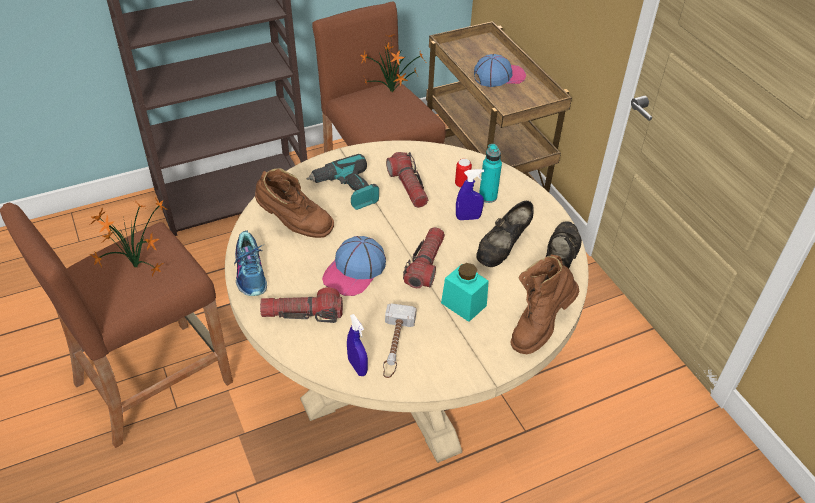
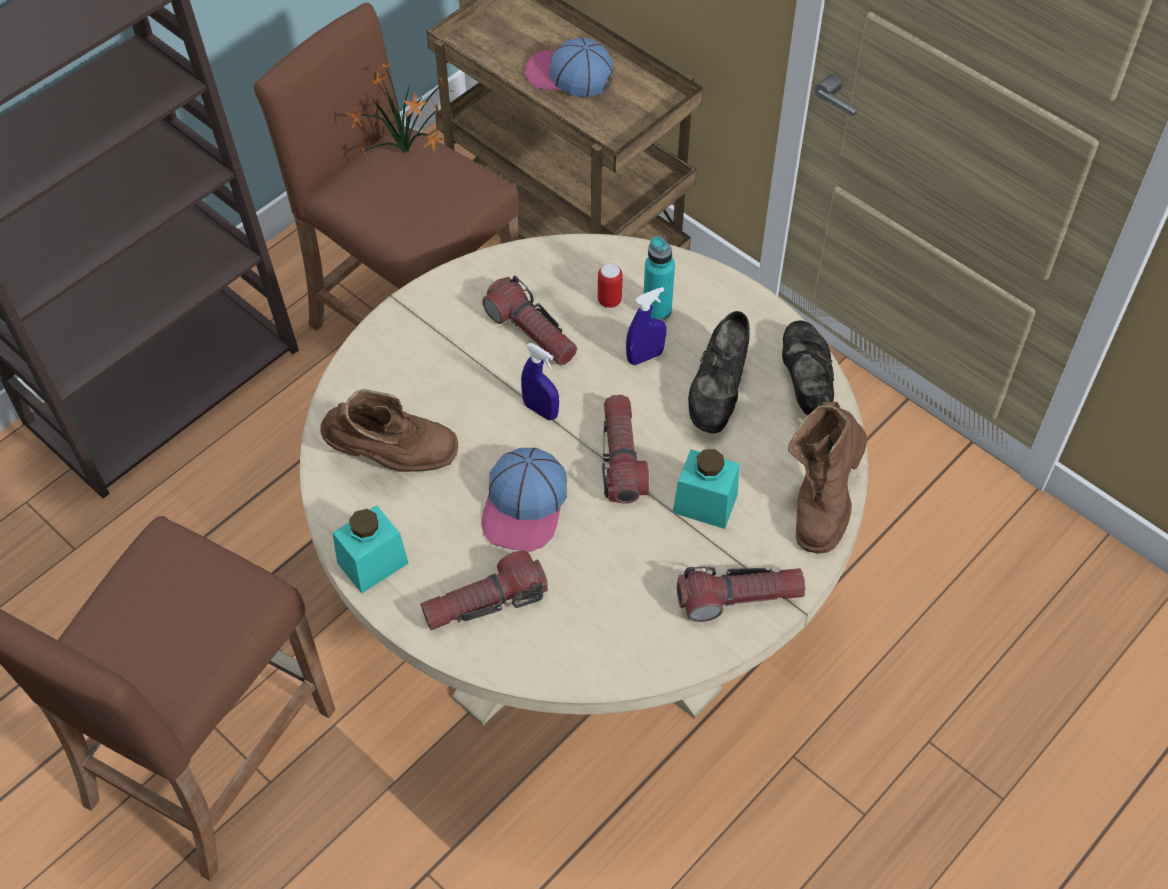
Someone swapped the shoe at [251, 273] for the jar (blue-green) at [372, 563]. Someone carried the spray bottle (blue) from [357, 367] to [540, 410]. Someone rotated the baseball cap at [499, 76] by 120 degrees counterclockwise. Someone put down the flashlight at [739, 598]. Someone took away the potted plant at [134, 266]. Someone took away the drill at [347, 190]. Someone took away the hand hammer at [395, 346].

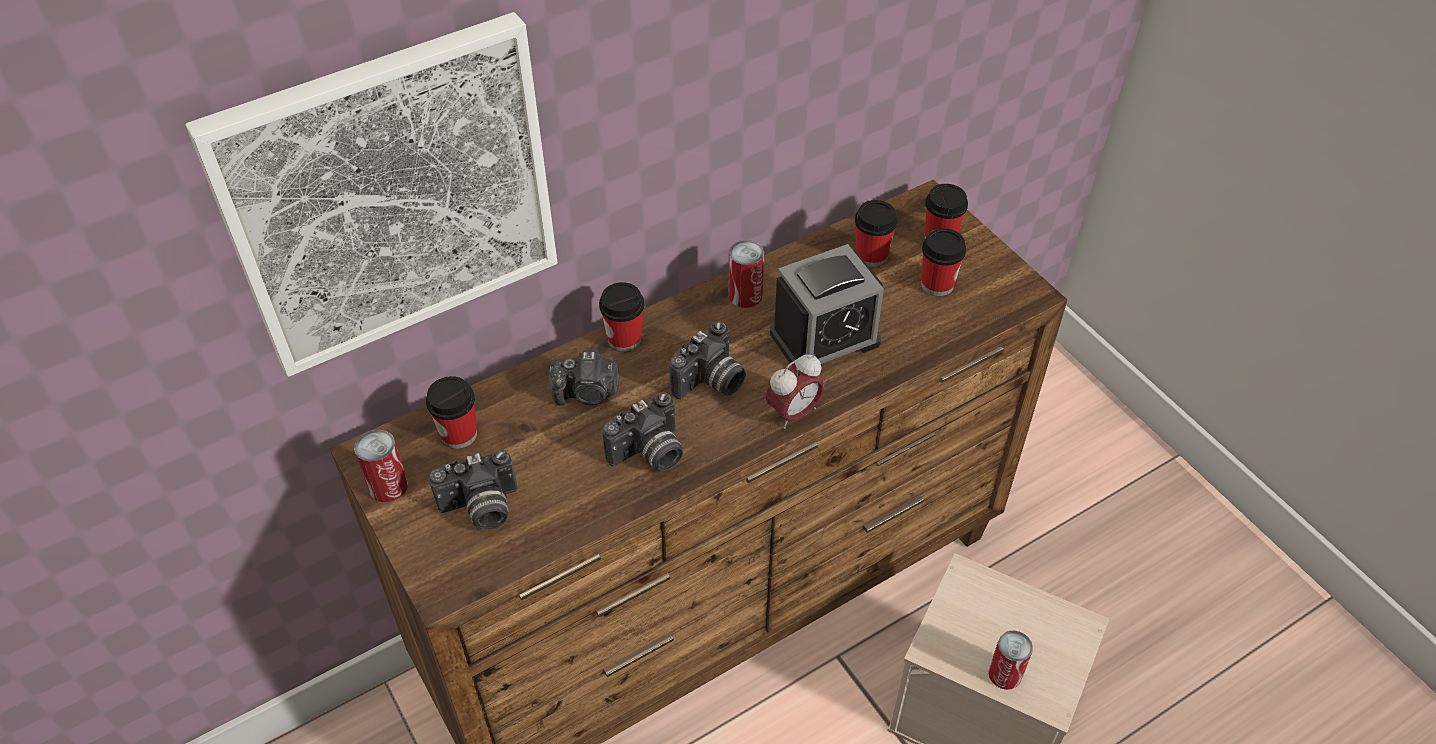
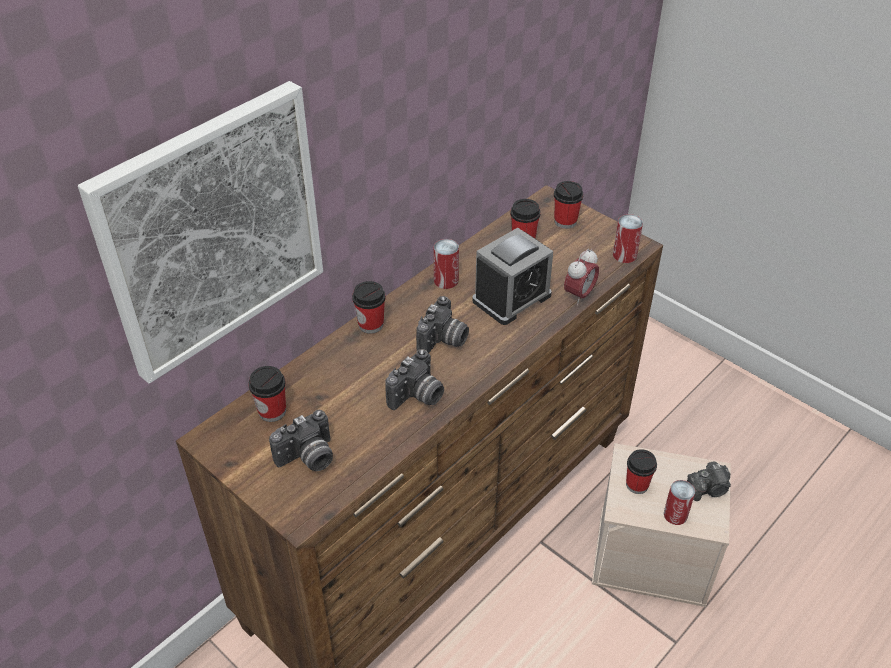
Someone carried the bedside clock from [793, 413] to [579, 295]. Someone carried the sealed can from [388, 486] to [624, 255]. Someone carried the cup from [937, 284] to [637, 485]. Someone carried the photo camera from [587, 393] to [708, 489].

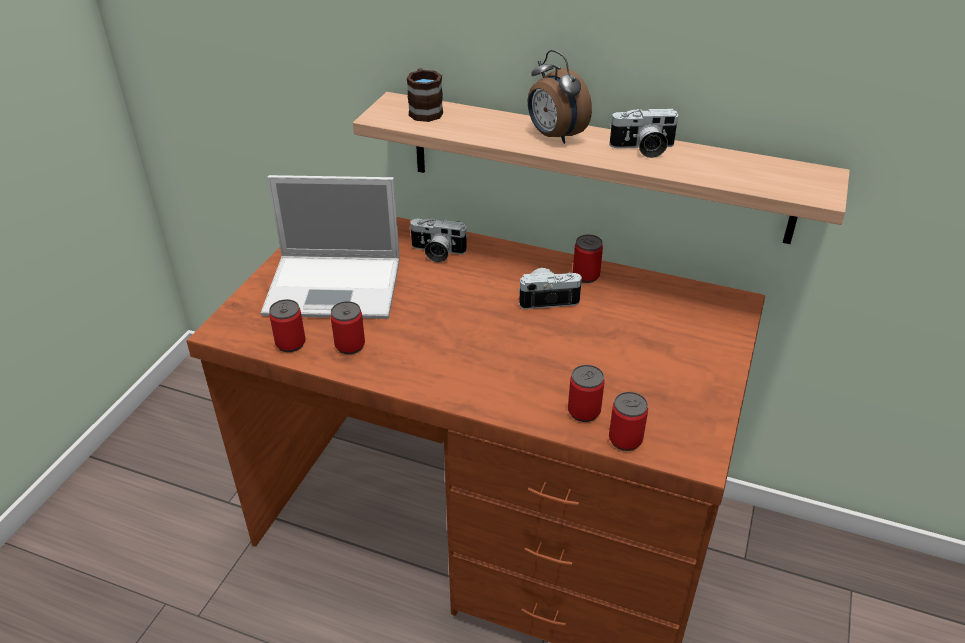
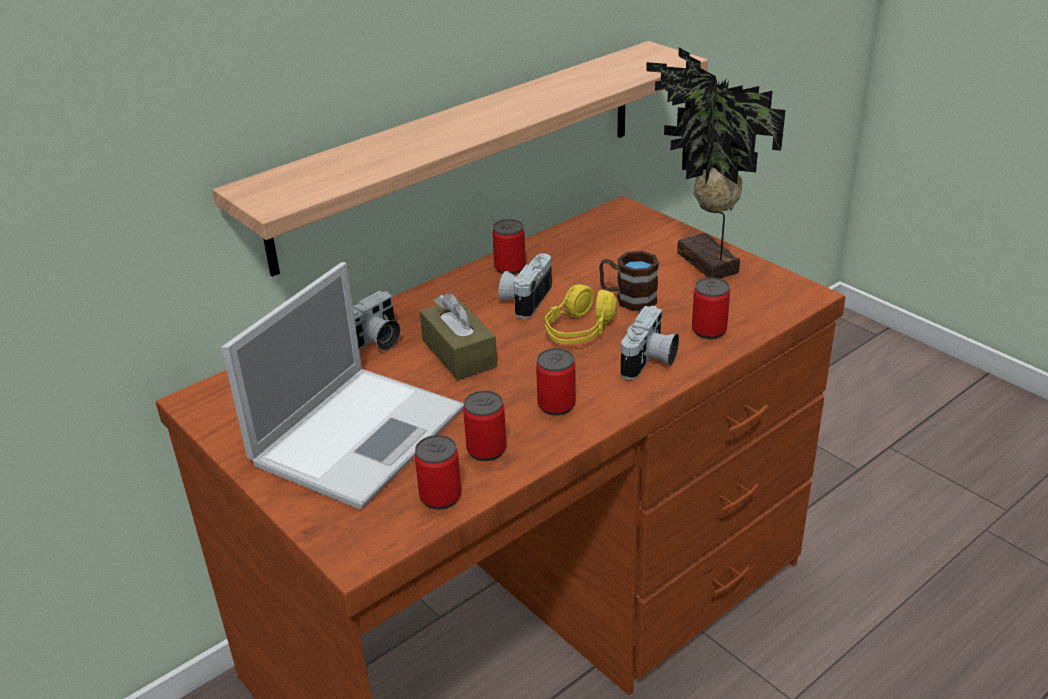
Someone put down the tissue box (brownish) at [459, 353]. Someone carried the sealed can from [625, 439] to [556, 405]. Someone put down the headset (yellow) at [579, 331]. Someone carried the coffee mug (brownish) from [424, 110] to [628, 299]. Someone carried the photo camera from [643, 149] to [650, 361]. Someone put down the potted plant at [704, 265]. Someone took away the bedside clock at [554, 136].

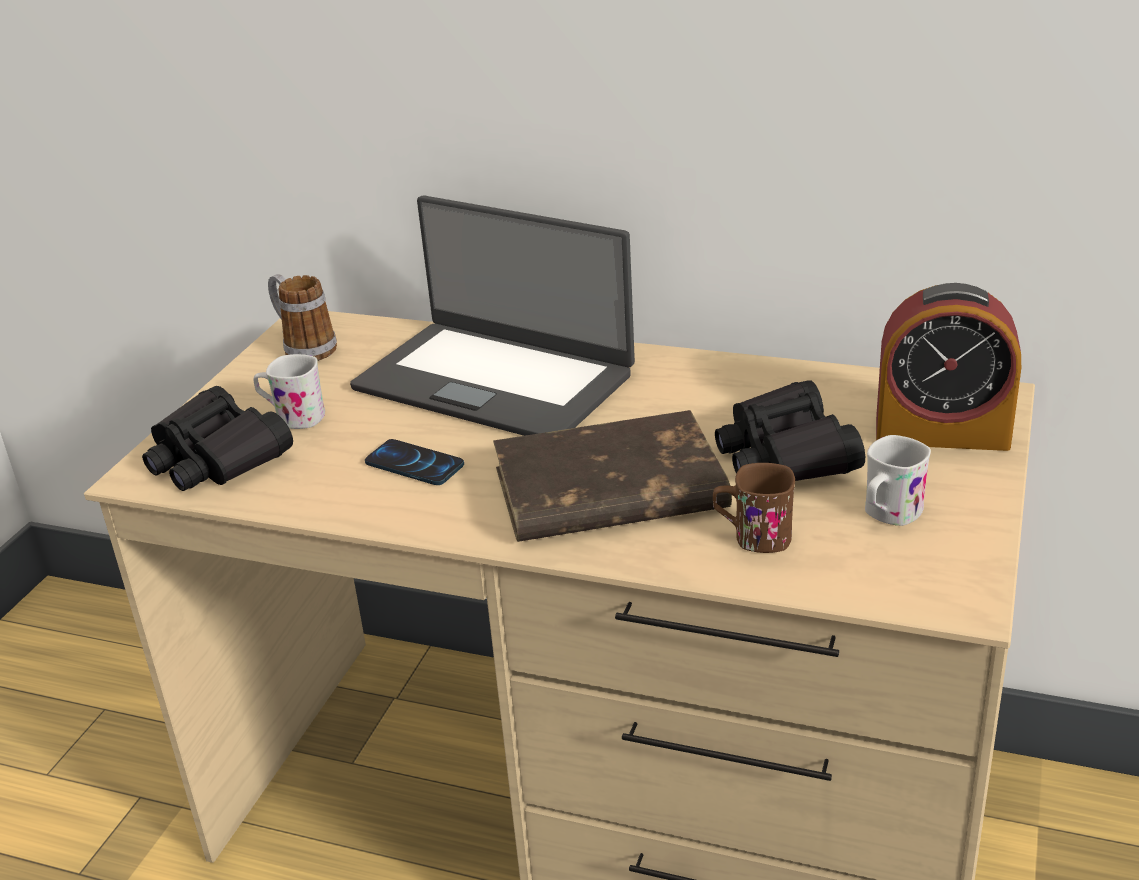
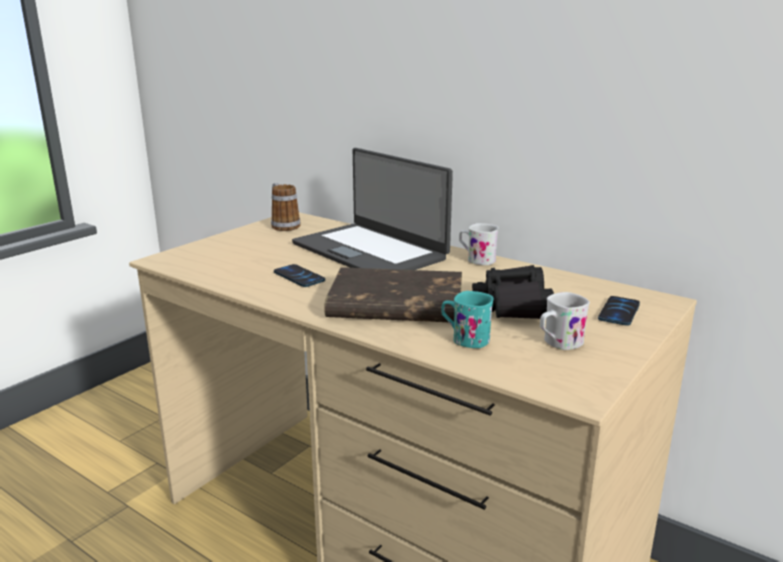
Someone repainted the coffee mug (brownish) at [752, 537], which became the coffee mug (blue-green) at [465, 339]. Someone carried the coffee mug (whitish) from [293, 417] to [476, 260]. Someone swapped the bedside clock at [941, 433] for the telephone at [619, 312]. Someone took away the field glasses (blackish) at [216, 458].

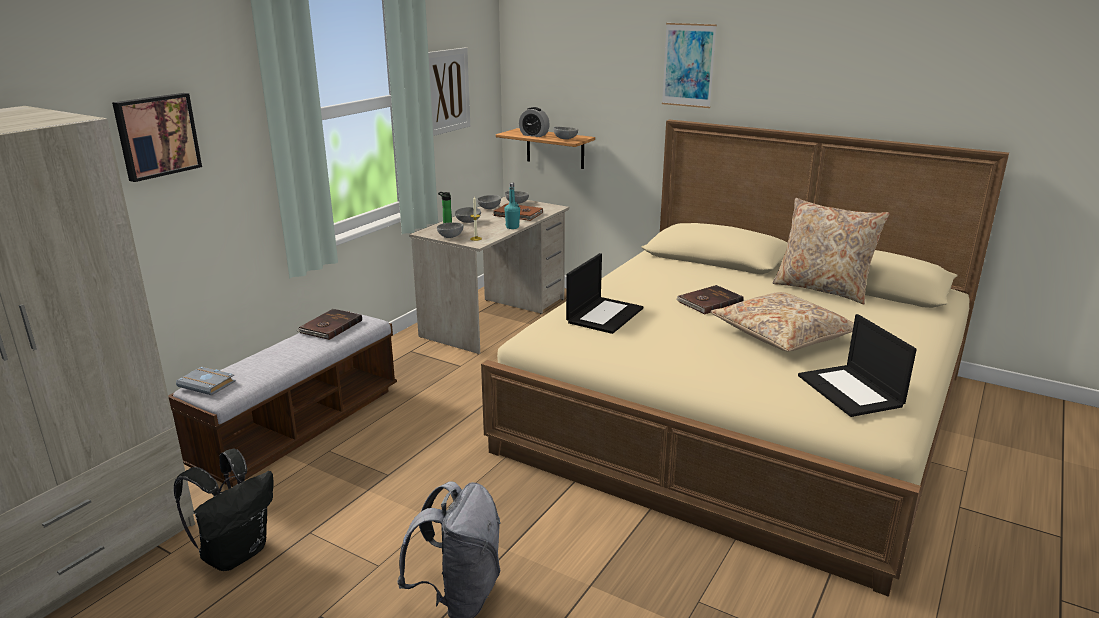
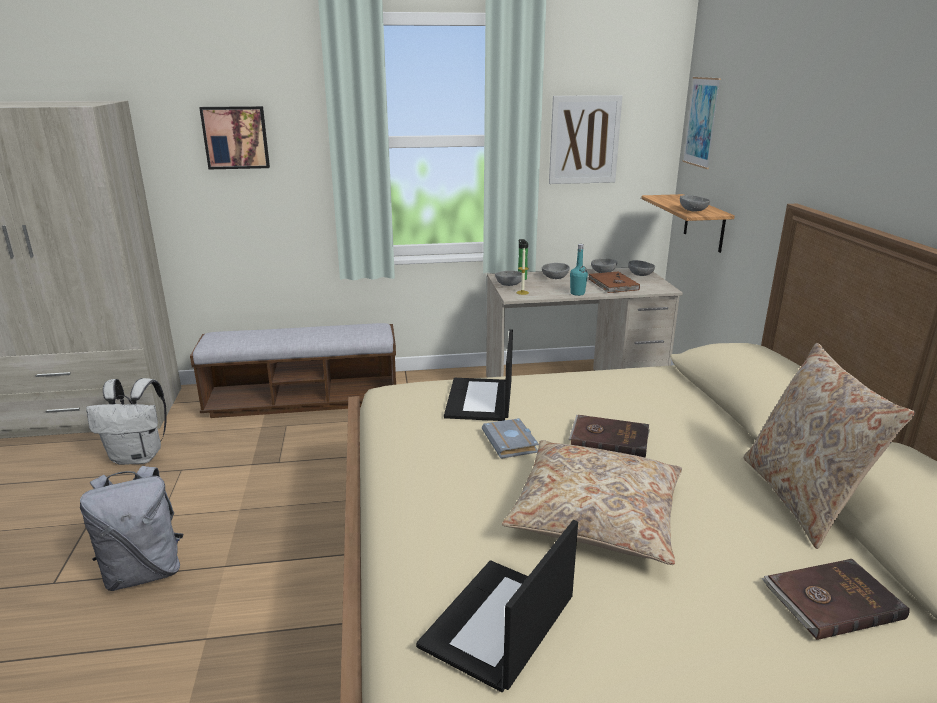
Someone repainted the rucksack (blackish) at [236, 553], which became the rucksack (whitish) at [139, 457]. Someone rotated the laptop at [604, 315] by 105 degrees clockwise. Someone carried the book (greyish) from [208, 384] to [512, 443]. Someone carried the wall art from [688, 65] to [701, 122]. Someone carried the book (brownish) from [330, 326] to [831, 600]. Someone took away the bedside clock at [534, 135].

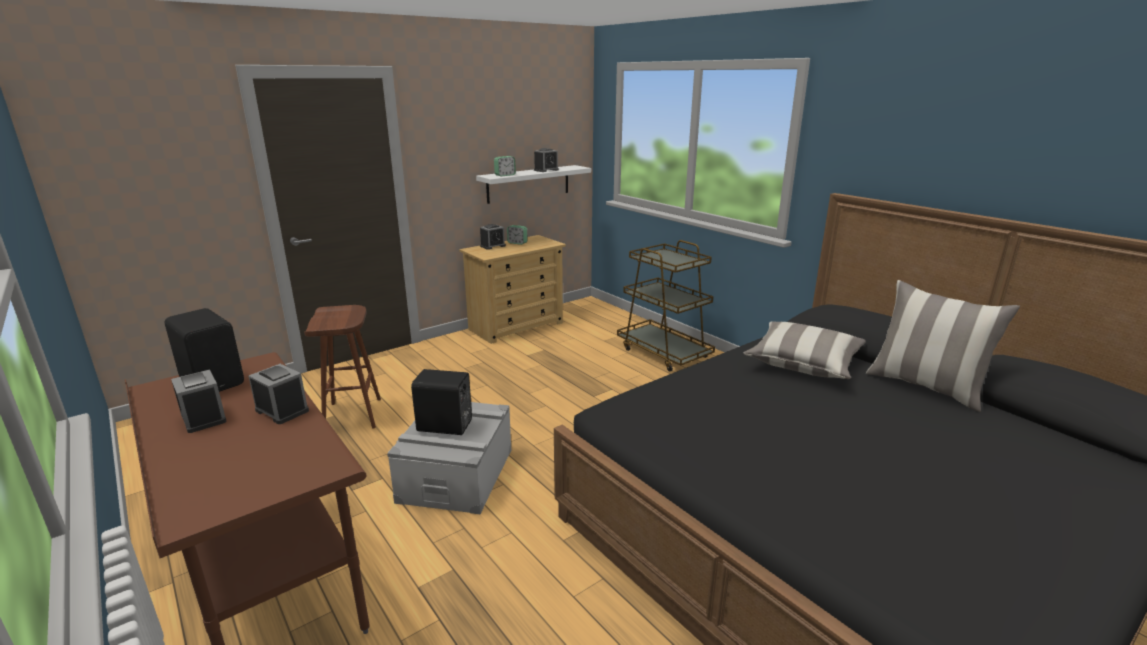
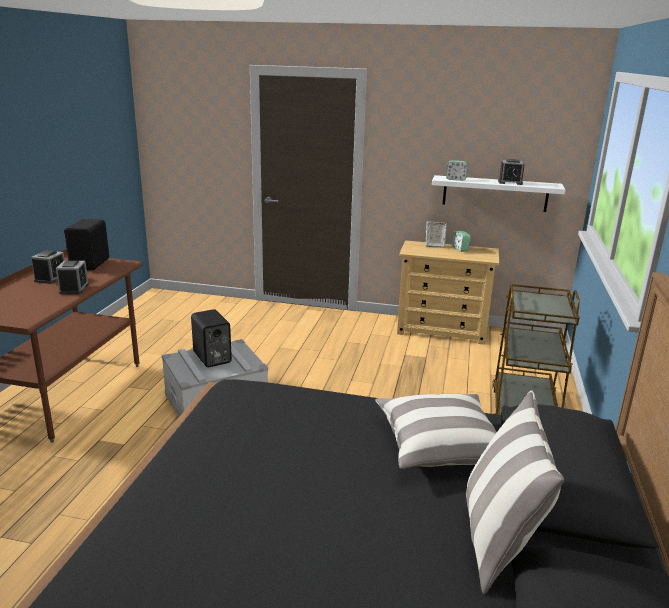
Someone swapped the bedside clock at [493, 246] for the photo frame at [434, 245]. Someone took away the stool (brownish) at [353, 416].

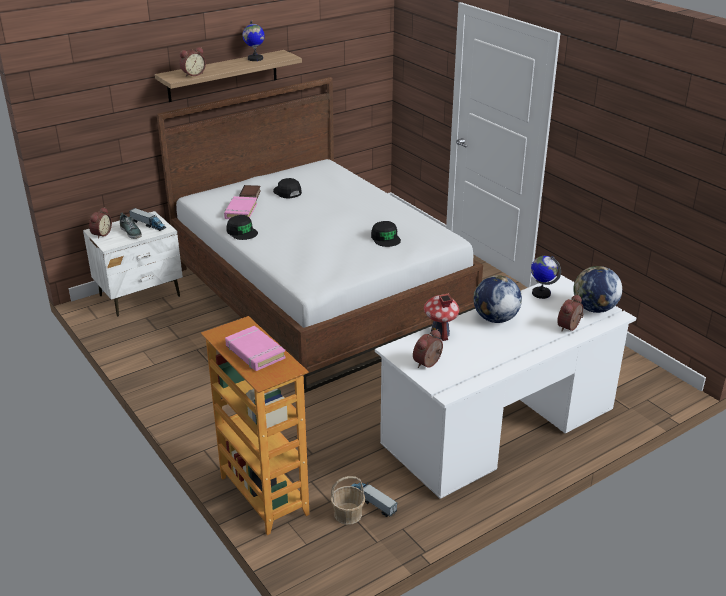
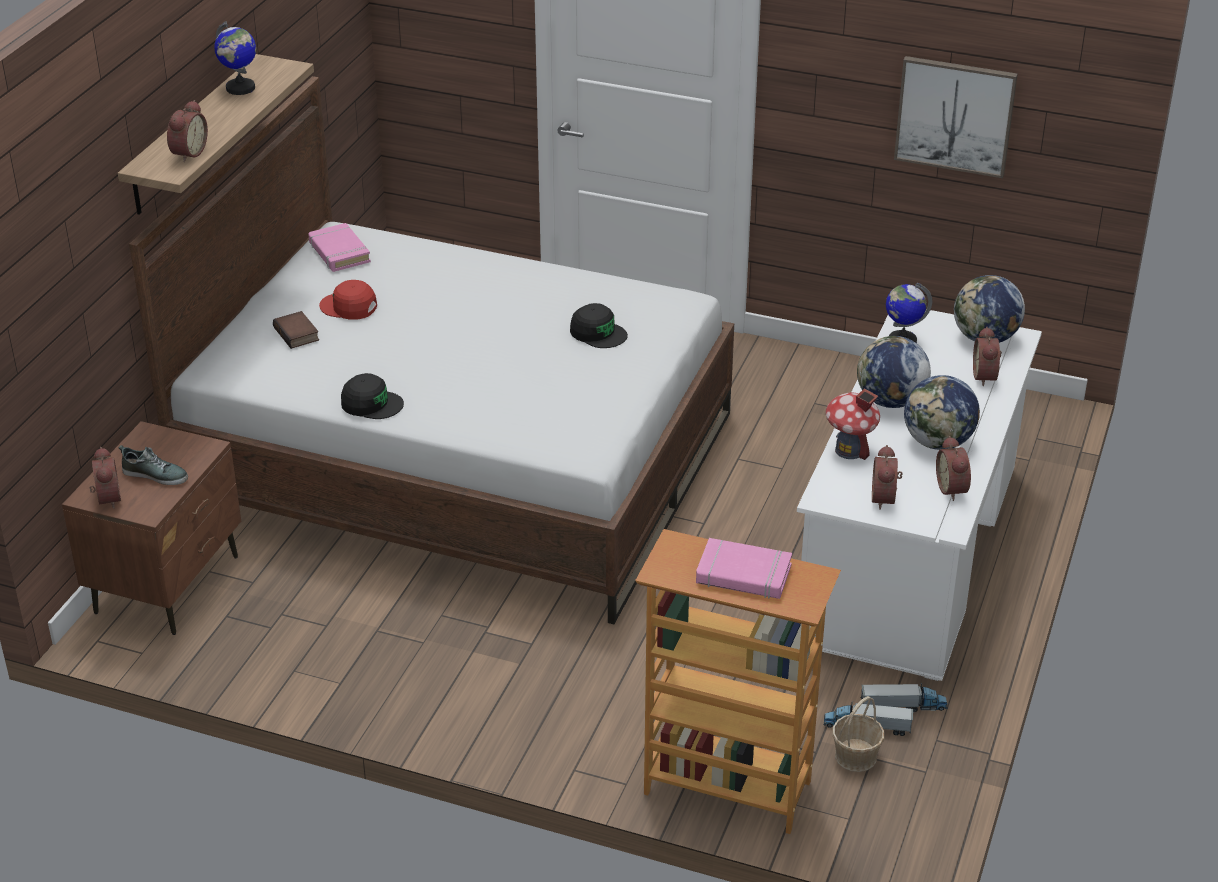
Someone repainted the nightstand (whitish) at [140, 296], which became the nightstand (brownish) at [168, 584]. Someone carried the book (pinkish) from [240, 211] to [339, 252]. Someone repainted the baseball cap (blackish) at [287, 192], which became the baseball cap (reddish) at [349, 307]. Someone carried the model truck from [148, 224] to [903, 706]. Someone put up the wall art at [955, 115]. Someone put down the desk globe at [938, 442]. Someone put down the bedside clock at [953, 488].

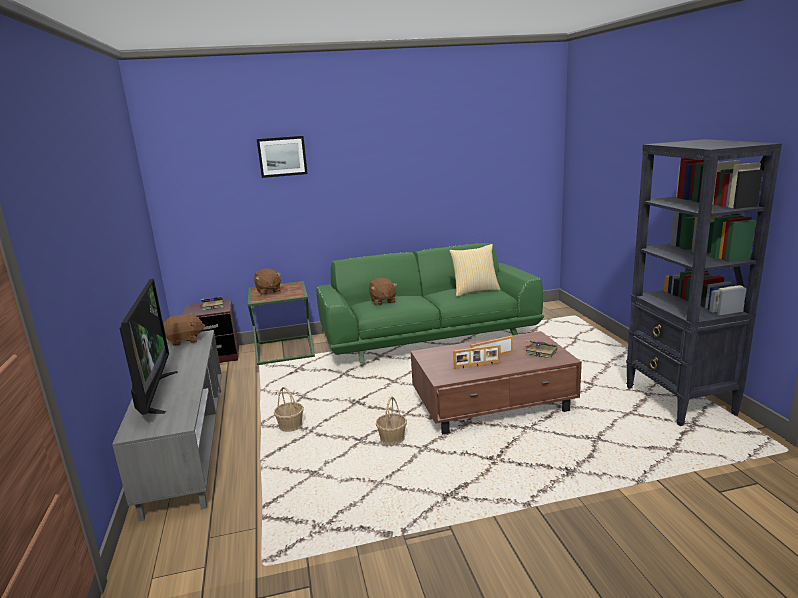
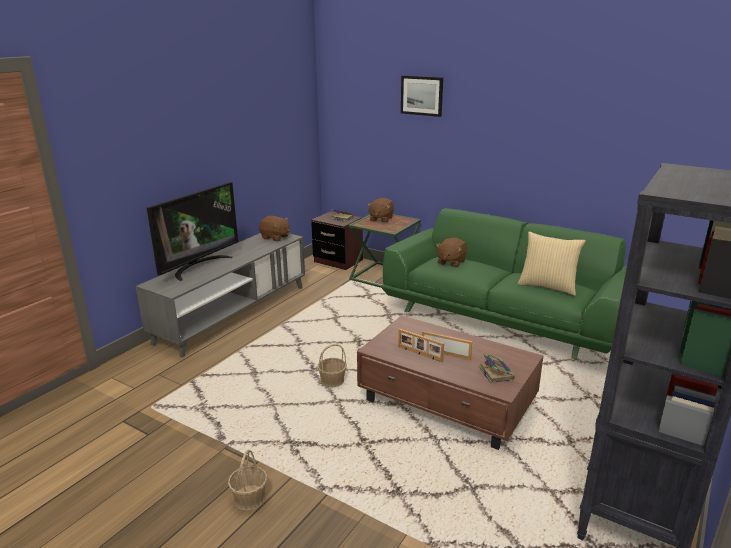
Someone carried the storage basket from [291, 426] to [250, 498].

